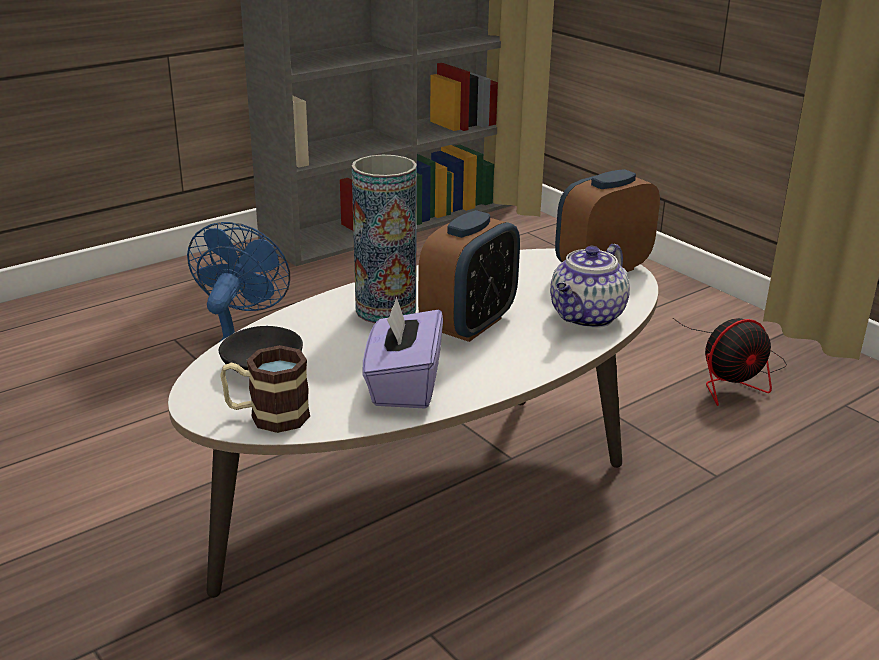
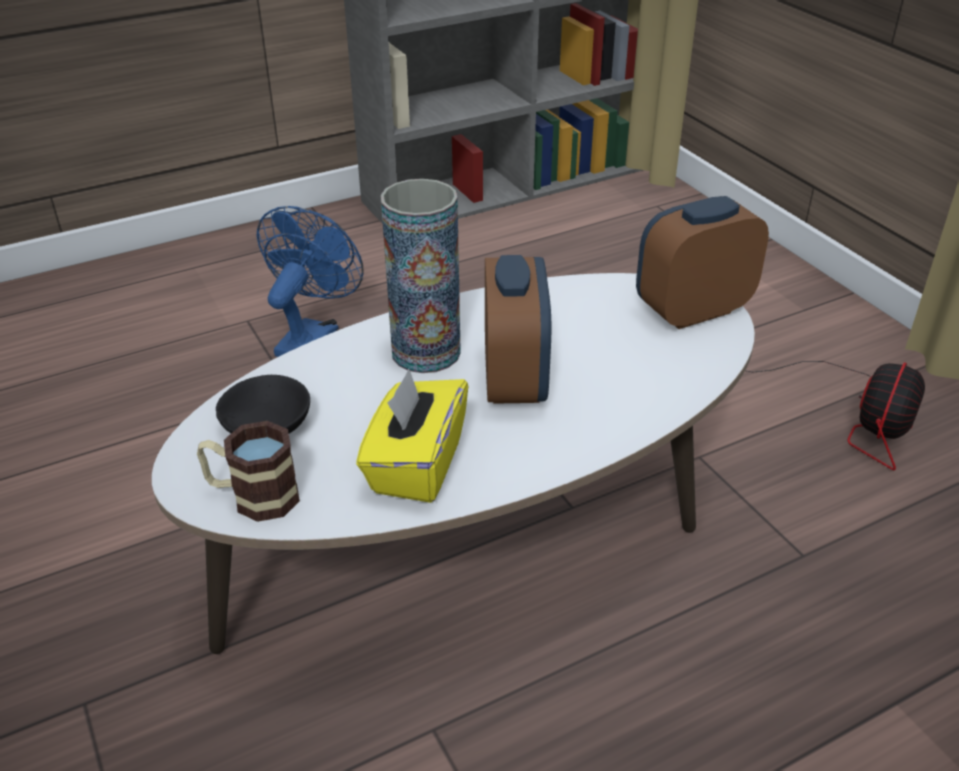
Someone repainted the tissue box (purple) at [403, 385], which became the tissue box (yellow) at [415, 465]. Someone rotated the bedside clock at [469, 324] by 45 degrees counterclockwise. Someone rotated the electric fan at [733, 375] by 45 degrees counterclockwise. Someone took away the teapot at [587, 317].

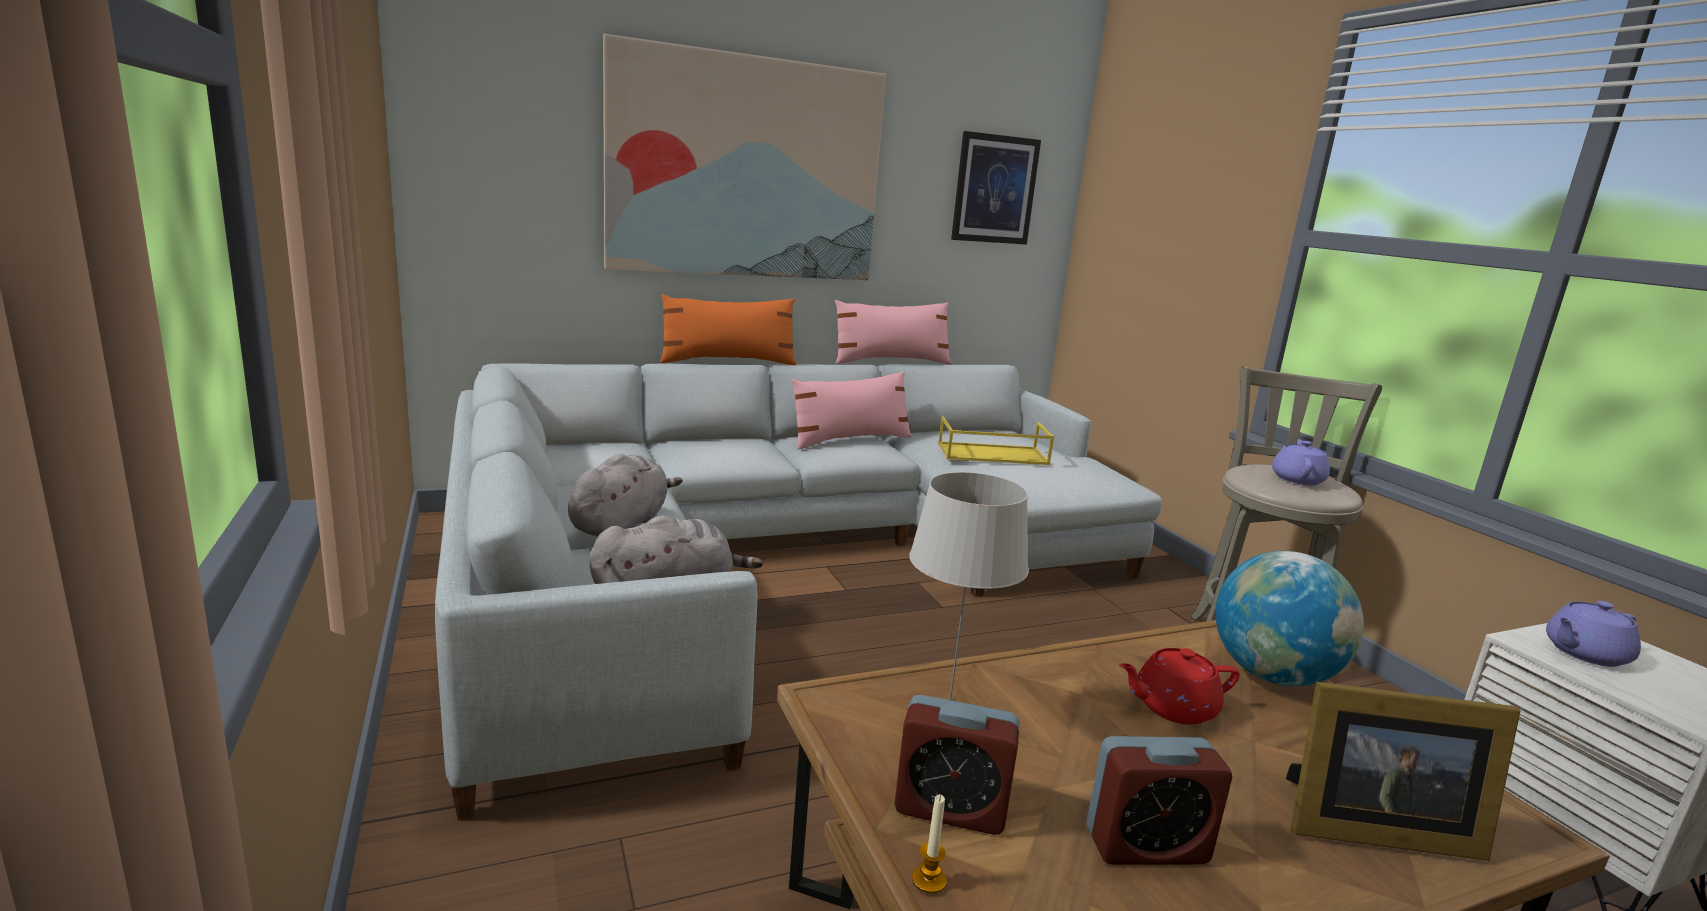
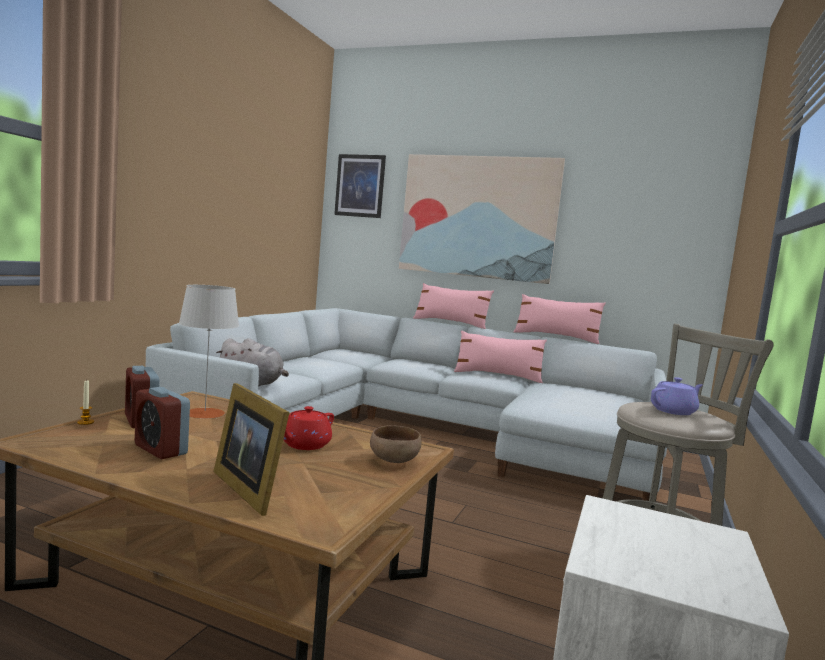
Someone rotated the teapot (reddish) at [1172, 708] by 90 degrees counterclockwise. Someone carried the wall art from [994, 189] to [360, 186]. Someone swapped the desk globe at [1272, 675] for the serving bowl (brownish) at [394, 461]. Someone repainted the pillow (orangey) at [728, 362], which became the pillow (pinkish) at [450, 323]. Someone took away the soft toy (greyish) at [621, 525]. Someone took away the serving tray (yellow) at [991, 454]. Someone took away the teapot (purple) at [1584, 654].

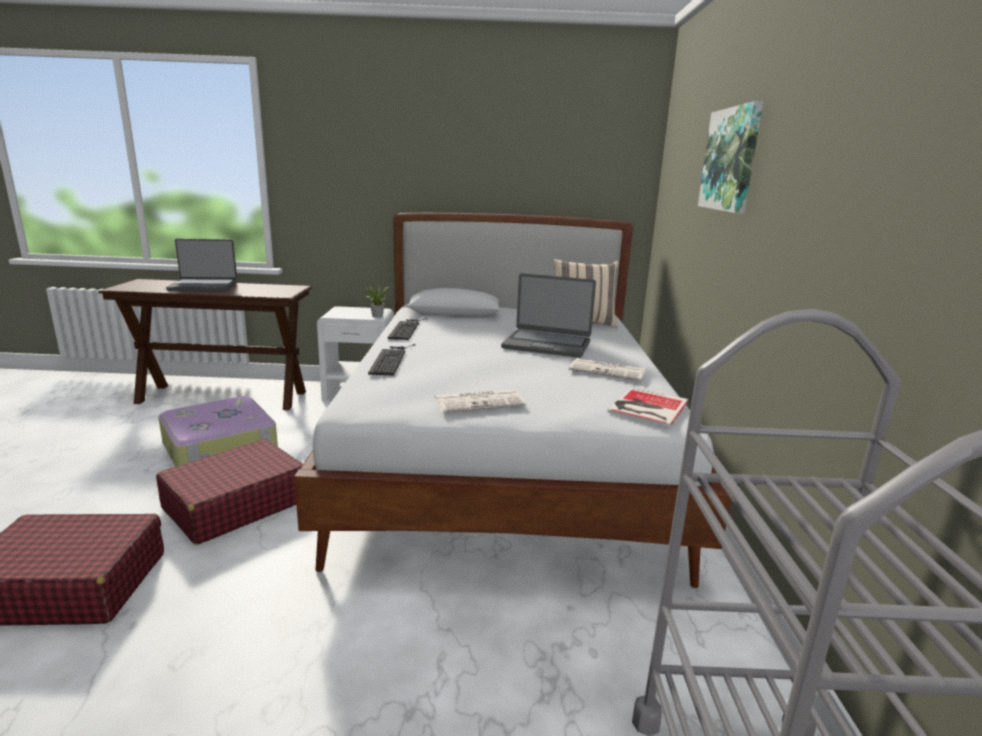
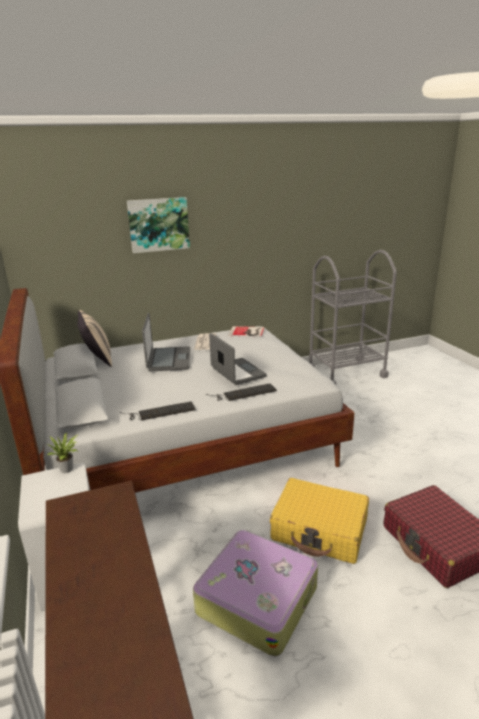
Someone carried the laptop from [204, 286] to [237, 372]. Someone repainted the piece of luggage (reddish) at [235, 505], which became the piece of luggage (yellow) at [320, 530]. Someone took away the daily paper at [480, 402].

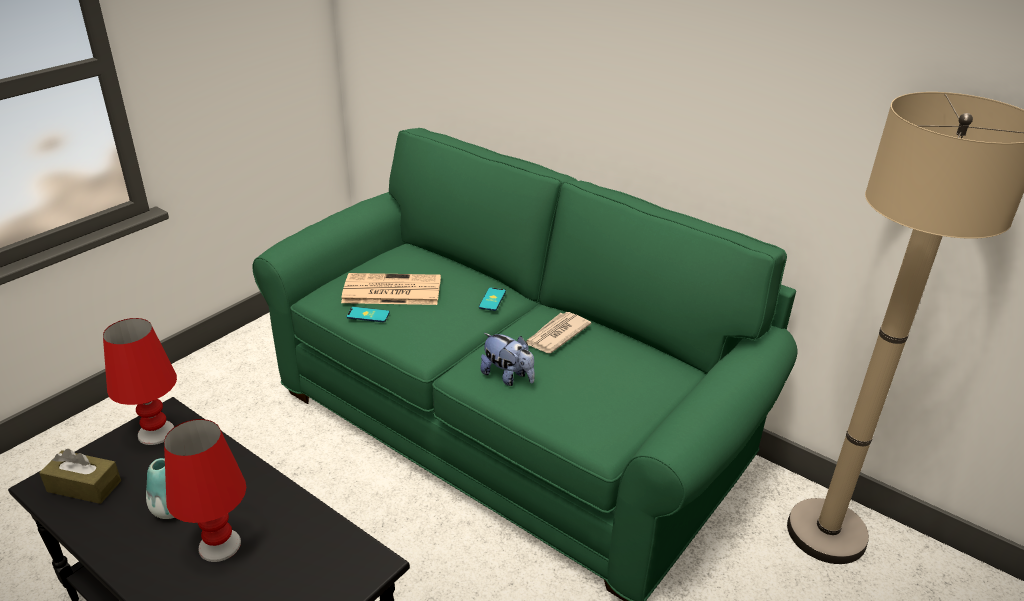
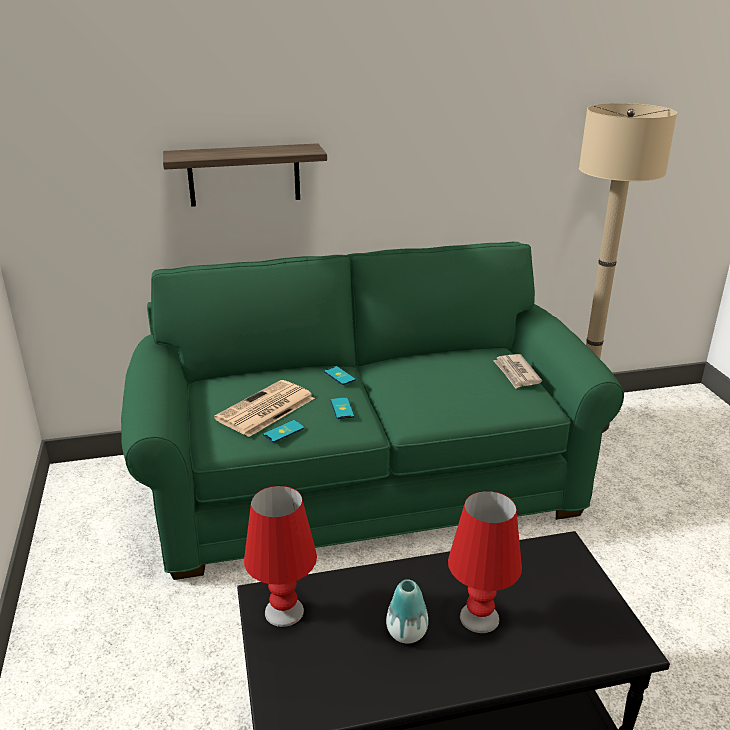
Someone put up the bracket shelf at [244, 175]. Someone put down the telephone at [342, 408]. Someone carried the daily paper from [556, 335] to [516, 373]. Someone took away the tissue box (brownish) at [84, 486]. Someone took away the soft toy at [508, 377].

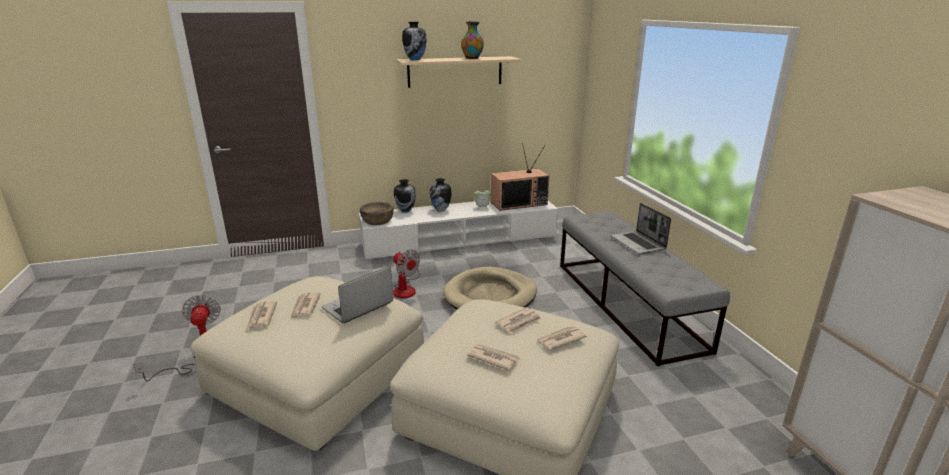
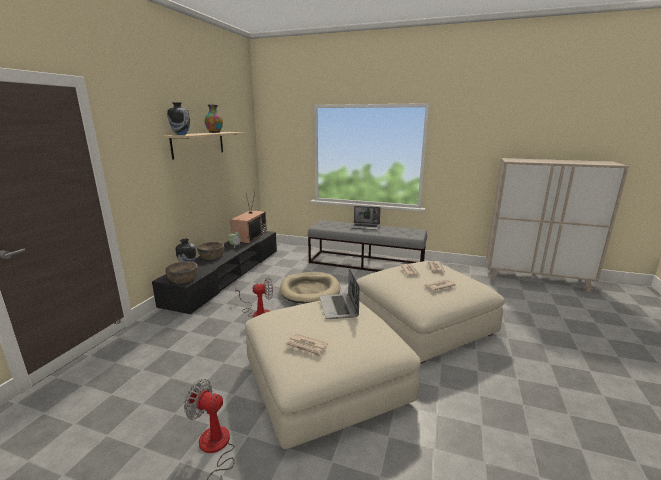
Someone repainted the tv stand (whitish) at [460, 240], which became the tv stand (blackish) at [227, 275]. Someone swapped the decorative vase at [440, 210] for the serving bowl (brownish) at [212, 256]. Someone took away the daily paper at [305, 307].

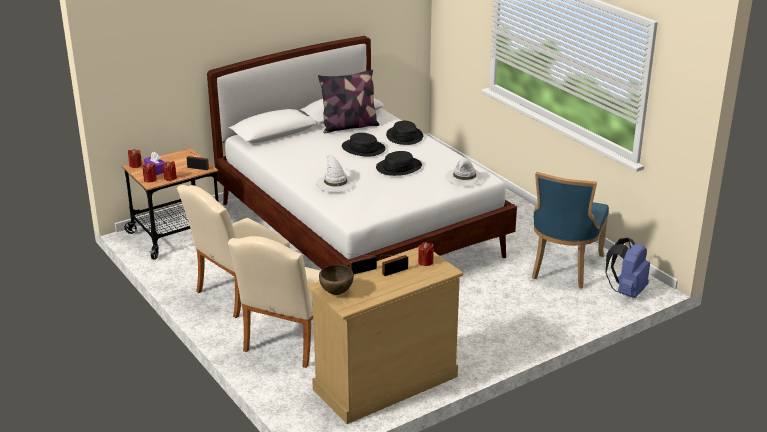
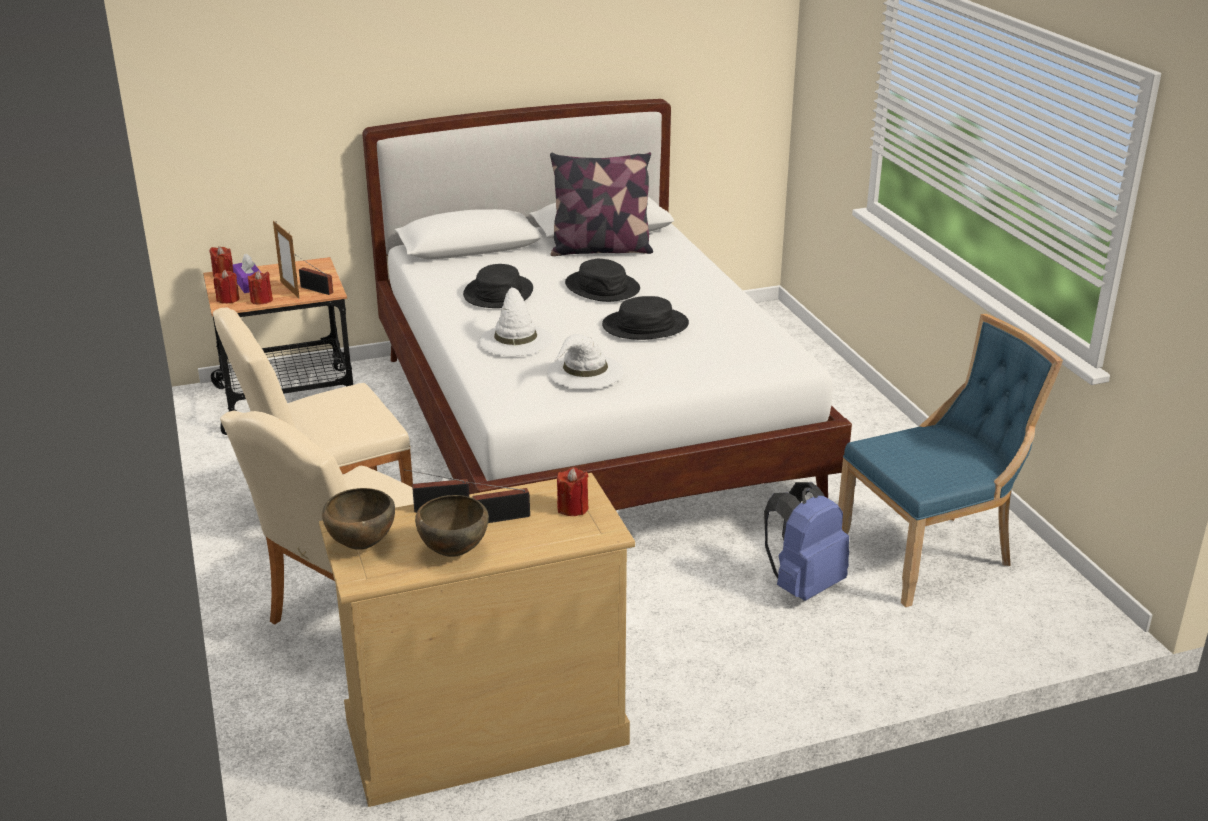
Someone put down the photo frame at [290, 289]. Someone put down the serving bowl (brownish) at [453, 552]. Someone carried the wearable hat (blackish) from [404, 136] to [498, 293]. Someone carried the wearable hat (whitish) from [464, 177] to [585, 372]. Someone carried the rucksack (blue) from [626, 291] to [803, 585]. Someone rotated the upright chair (blue) at [564, 268] by 150 degrees counterclockwise.

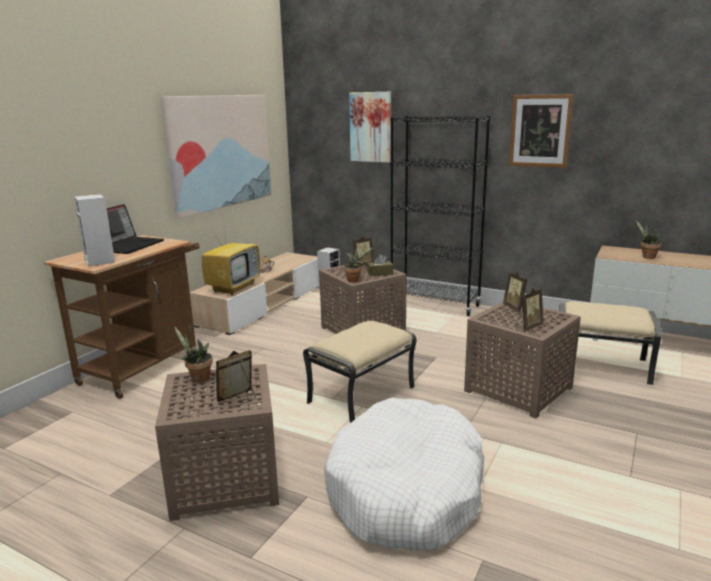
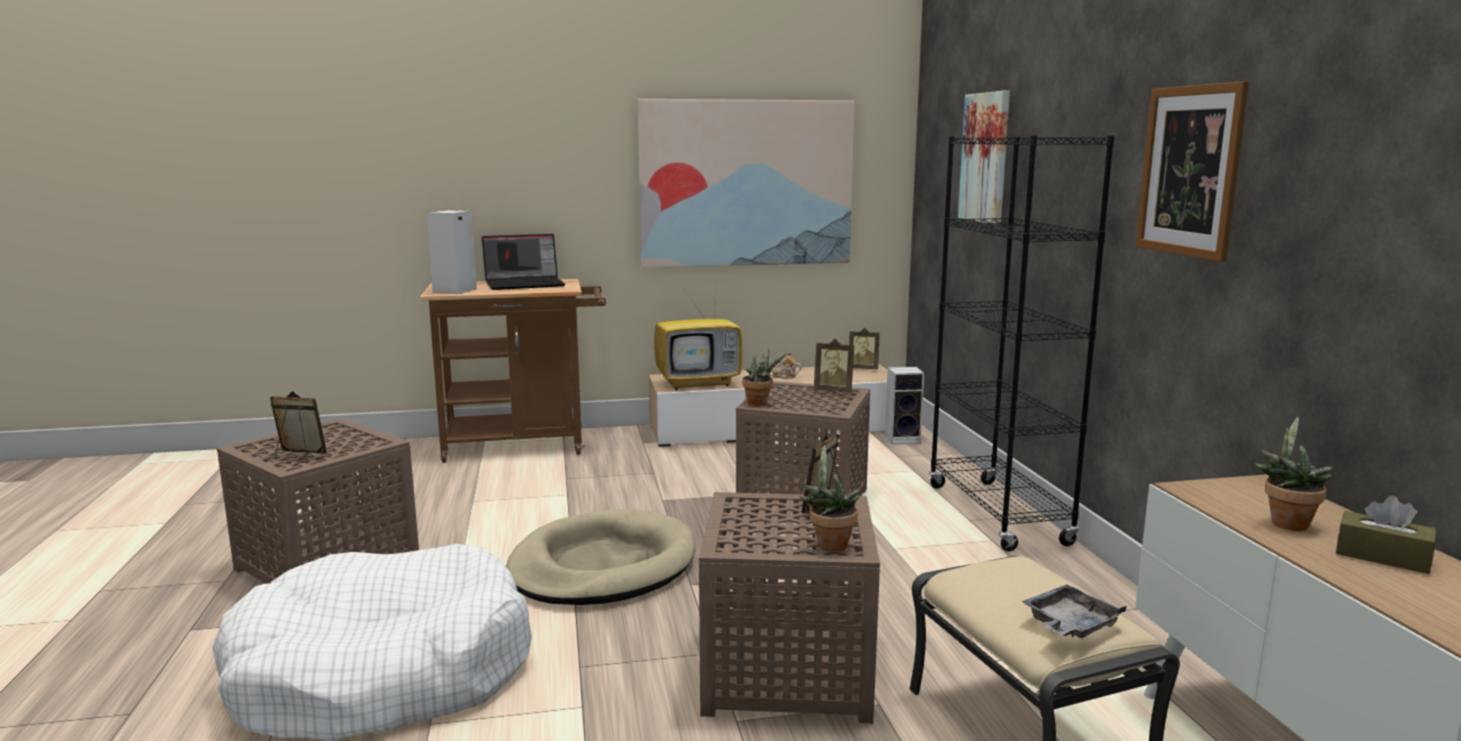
Someone swapped the footrest (beige-coloured) at [362, 395] for the dog bed (beige-coloured) at [602, 566]. Someone carried the potted plant from [198, 378] to [829, 543]. Someone carried the photo frame from [528, 327] to [863, 369]. Someone put down the serving tray (greyish) at [1069, 625]. Someone carried the tissue box (brownish) from [380, 273] to [1382, 556].

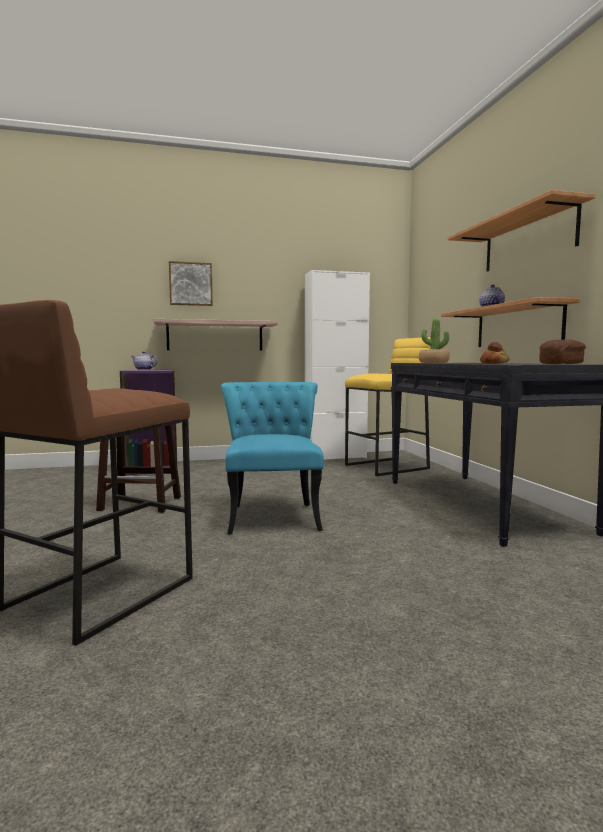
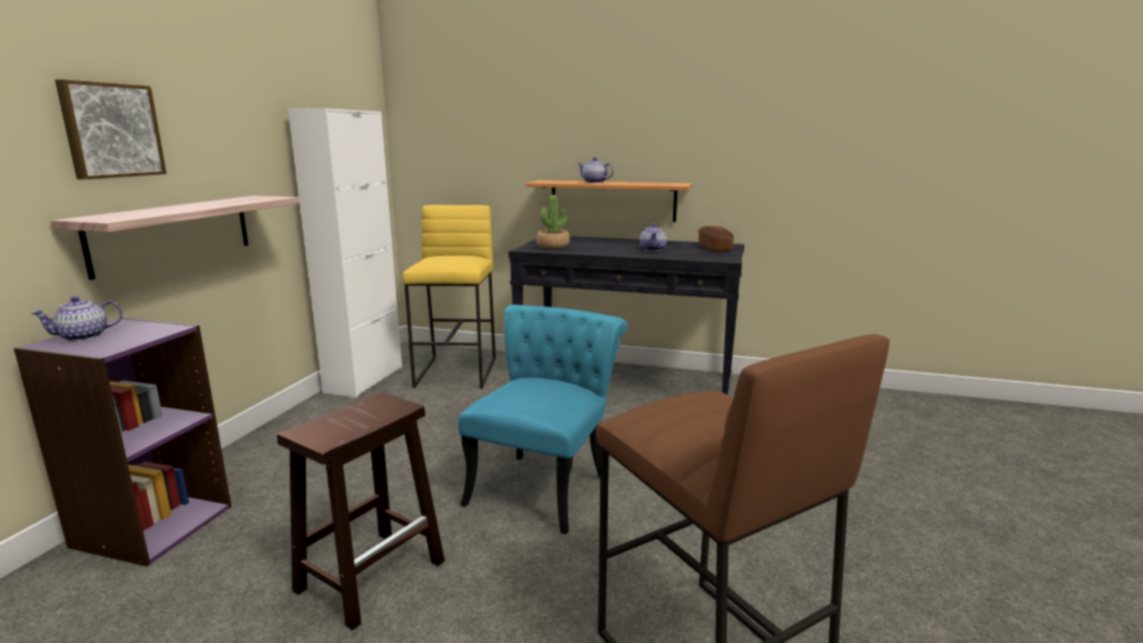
Someone rotated the upright chair (blue-green) at [272, 514] by 90 degrees clockwise. Someone swapped the bread at [494, 363] for the teapot at [653, 249]. Someone took away the bracket shelf at [528, 240].

